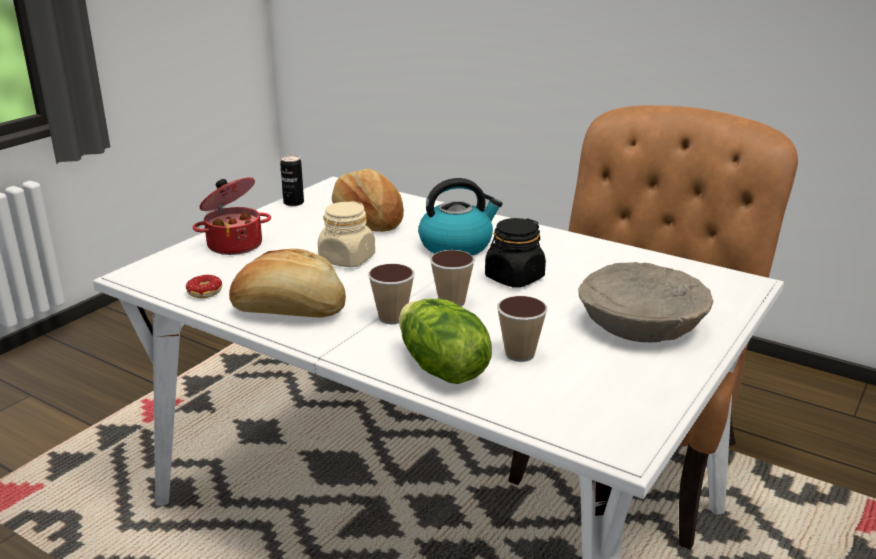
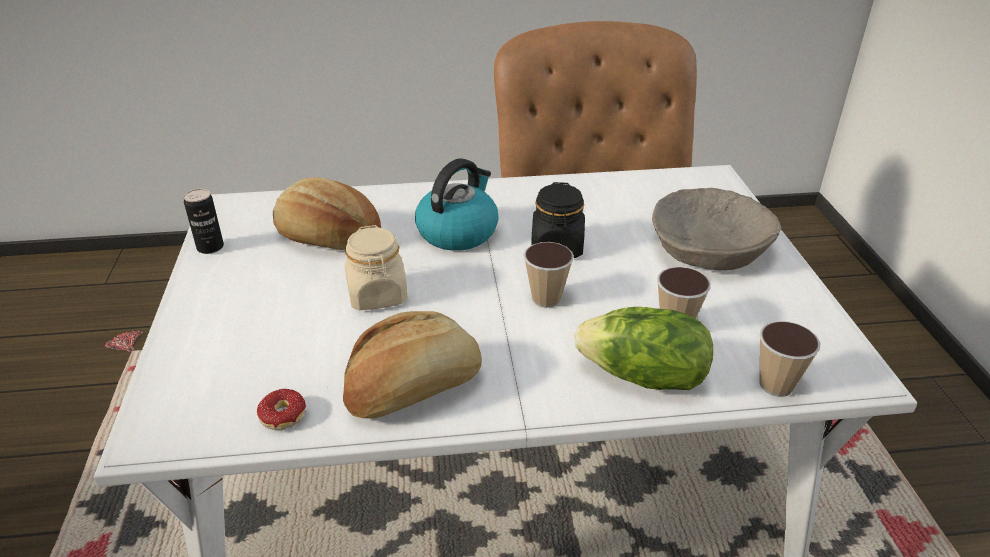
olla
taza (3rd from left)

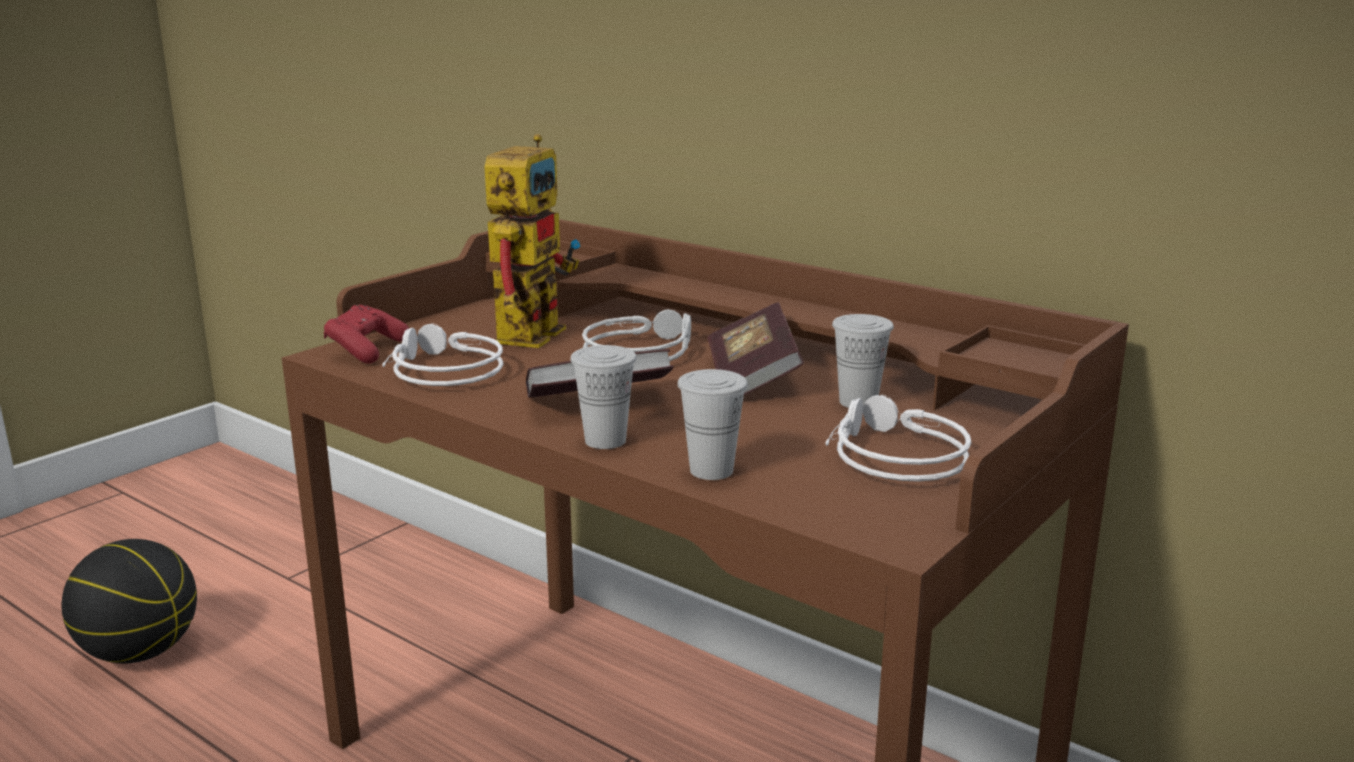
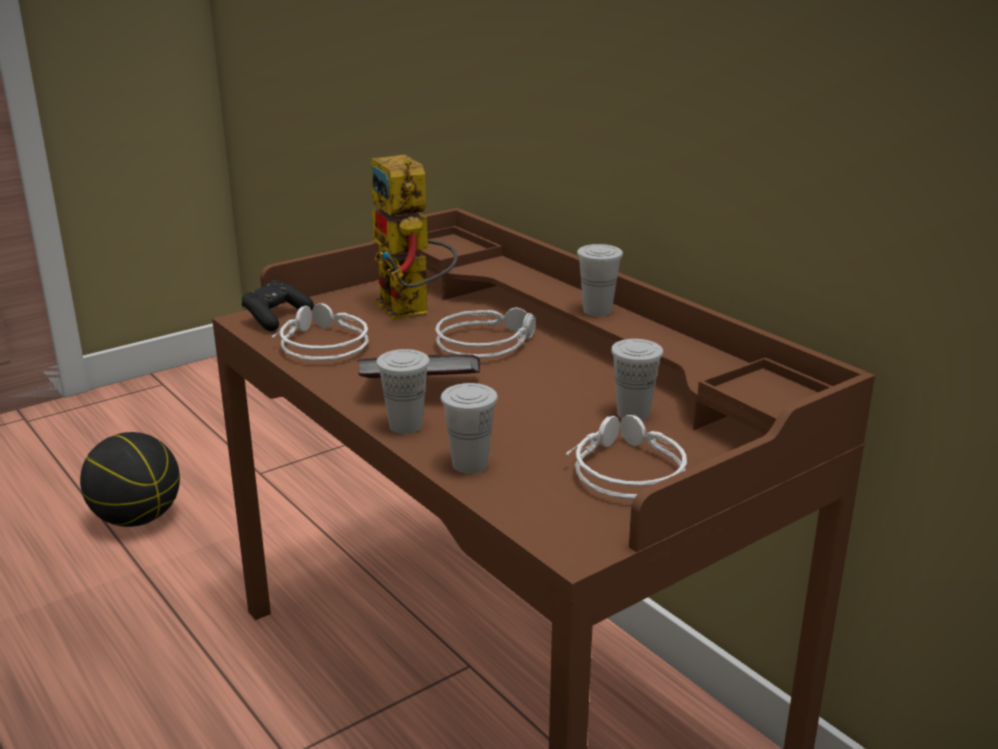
libro (2nd from left in the first image)
taza [blanco] (3rd from left)
mando de consola [negro]
robot de juguete

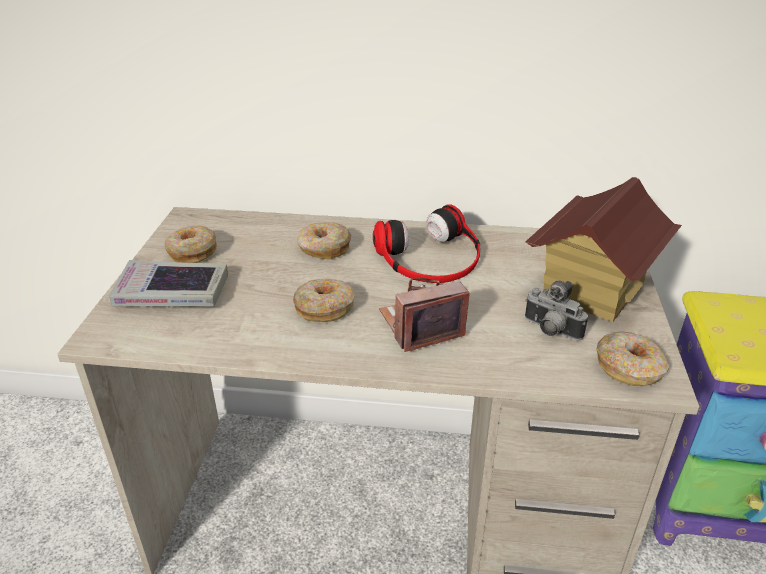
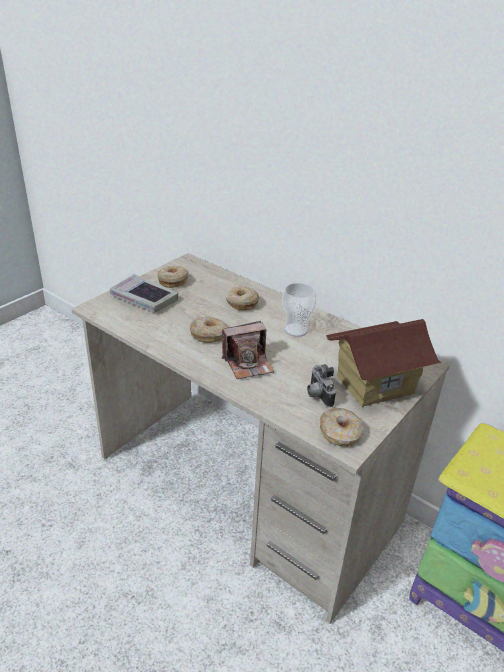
taza
cámara (1st from left)

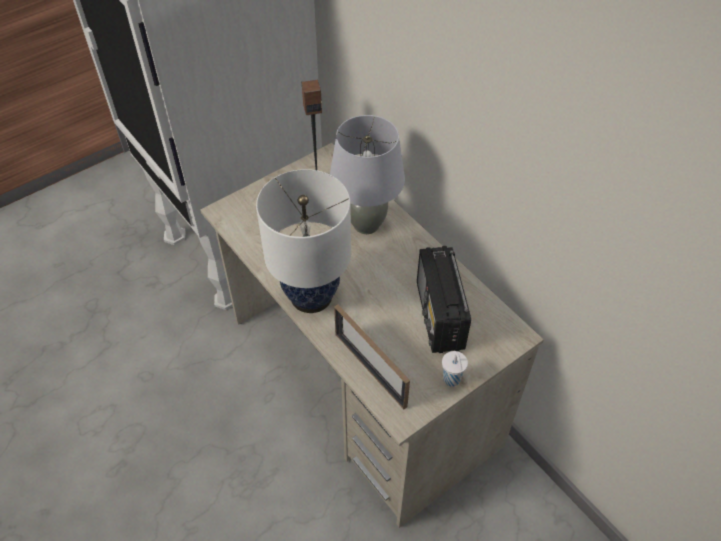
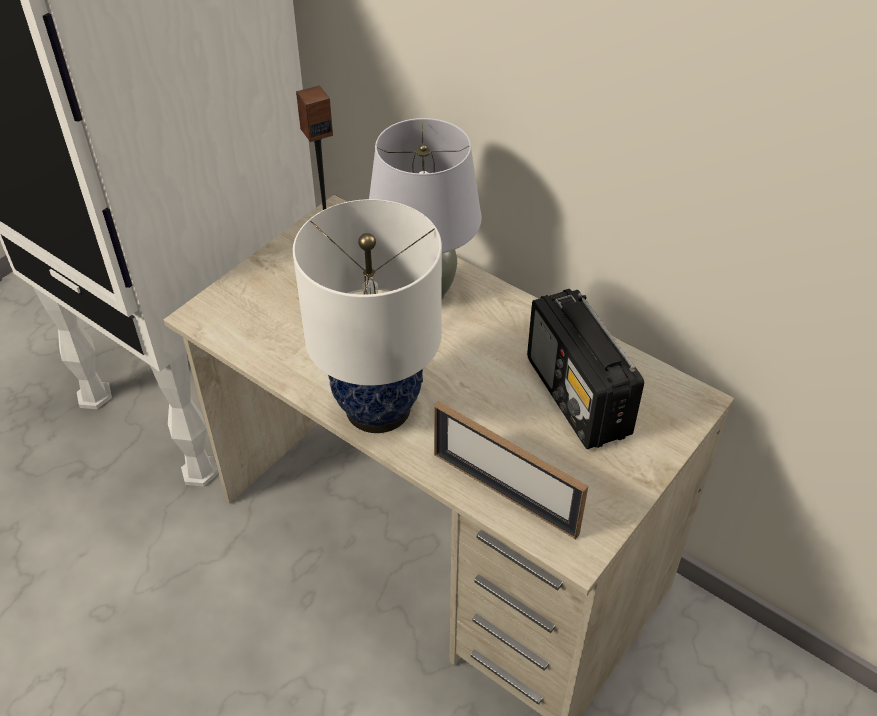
taza [blanco]

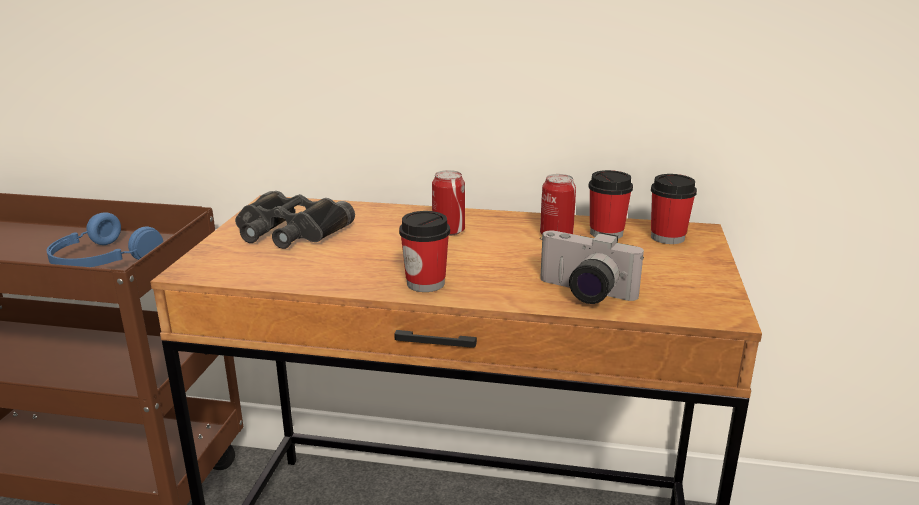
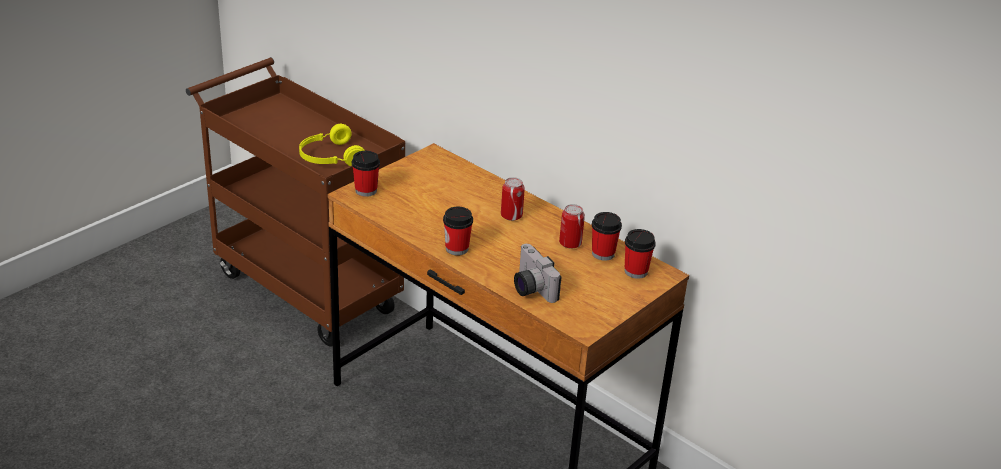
prismáticos [negro]
taza (1st from left)
auriculares [amarillo]

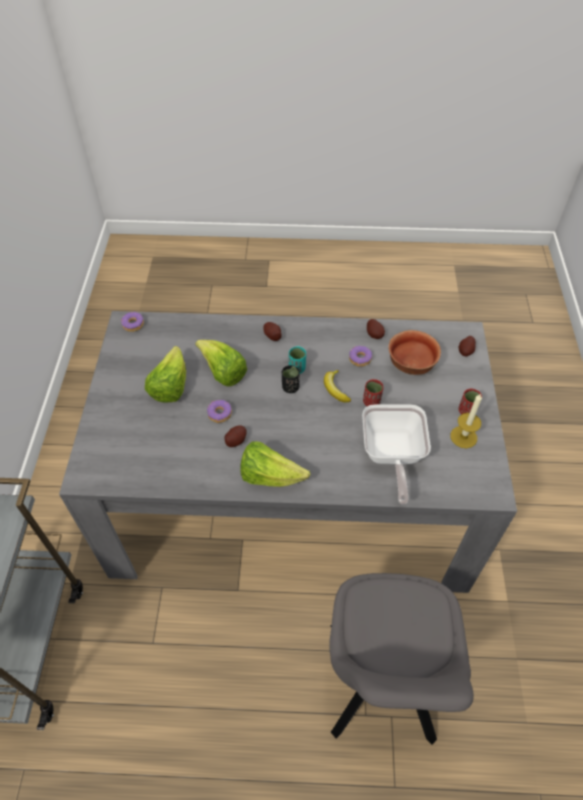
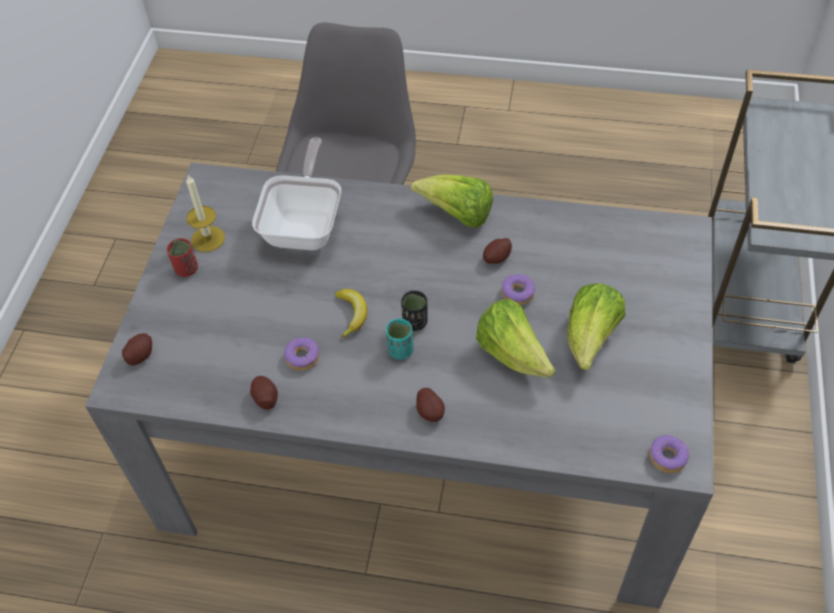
taza [rojo] (1st from left in the first image)
cuenco

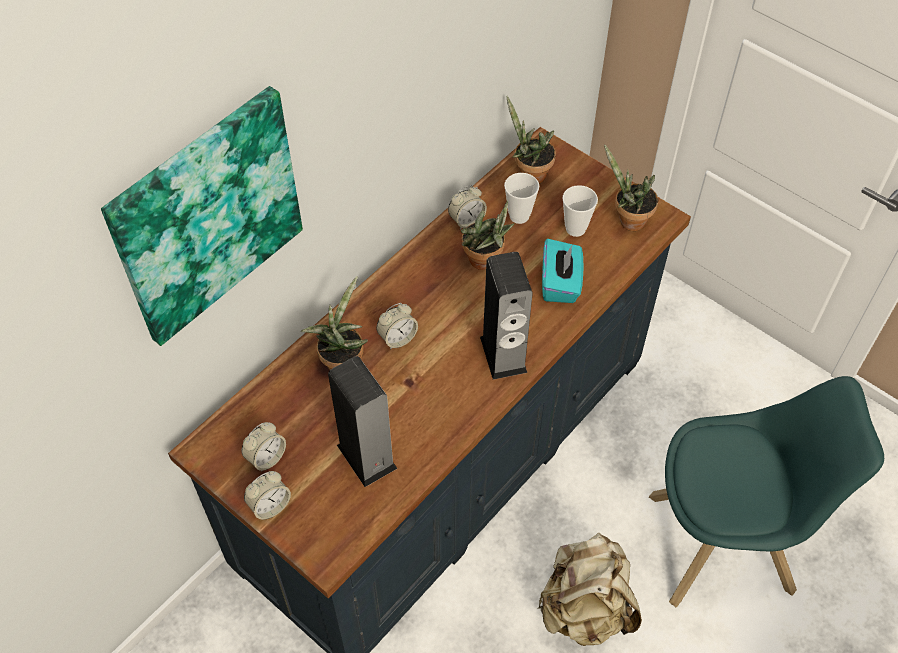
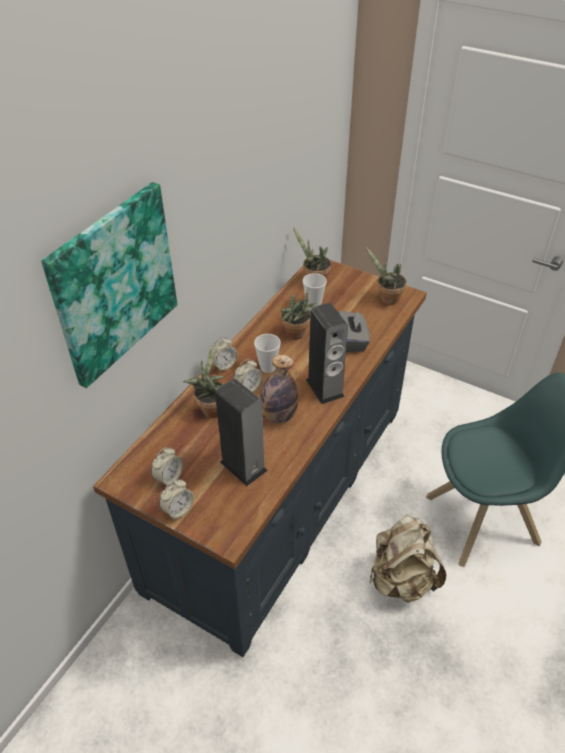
botella
despertador (3rd from left)
taza (1st from left)
caja de pañuelos [gris]

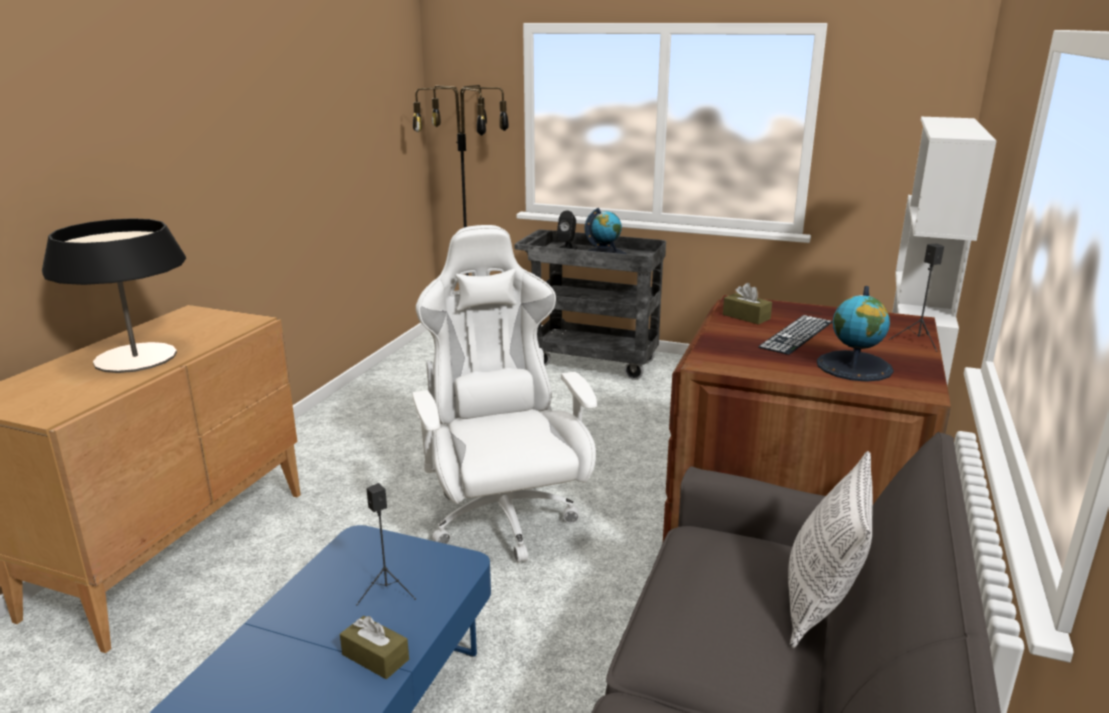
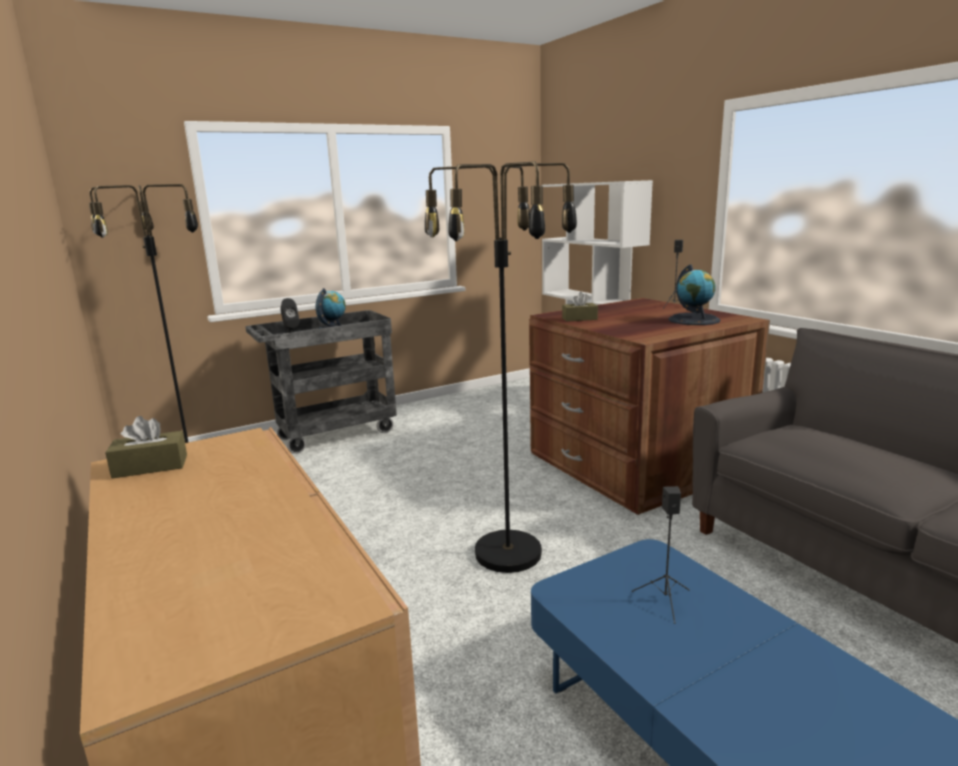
lámpara de mesa
teclado
cojín
caja de pañuelos [marrón] (1st from left)
lámpara de pie (2nd from left)

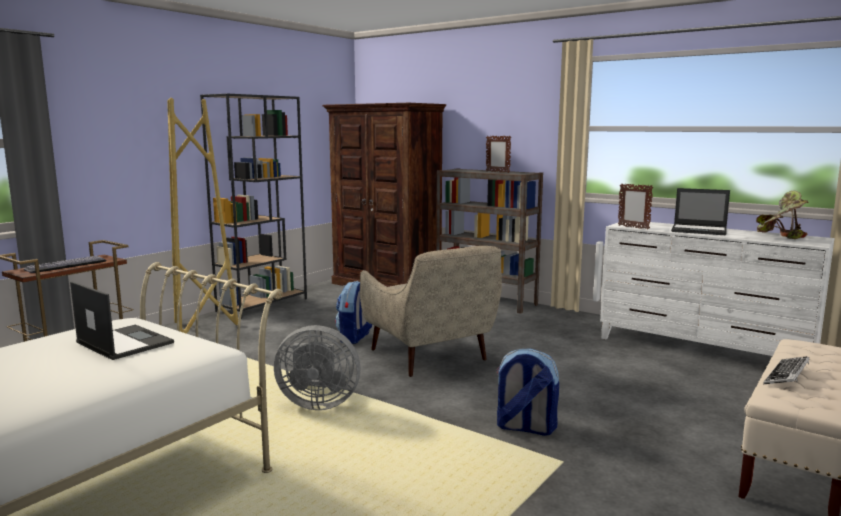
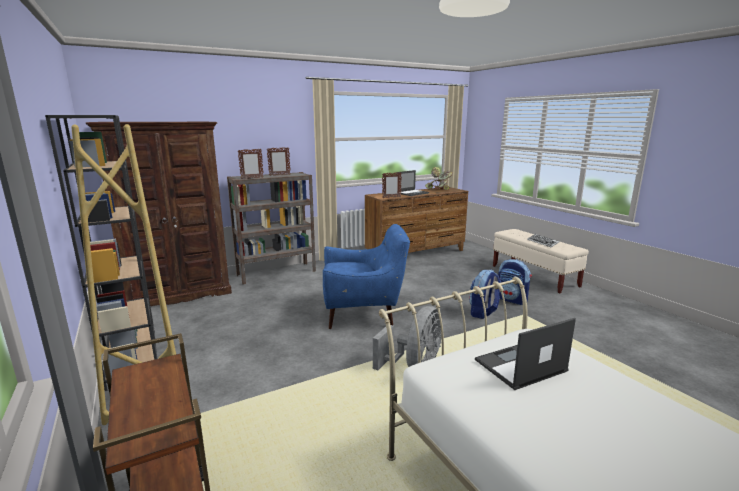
teclado (1st from left in the first image)
portarretratos (1st from left)
mochila (2nd from left)
sillón [azul]
cómoda [marrón]

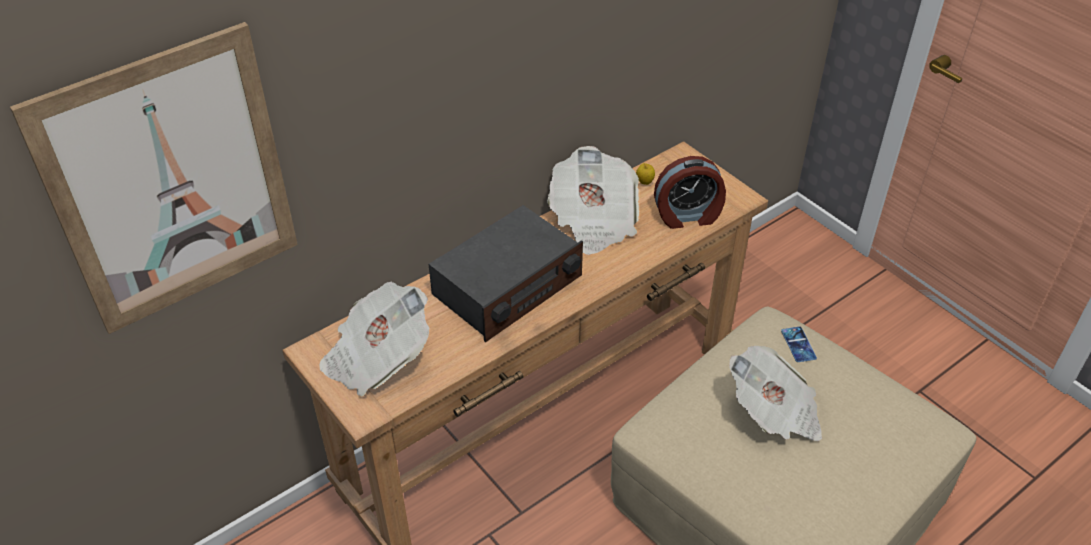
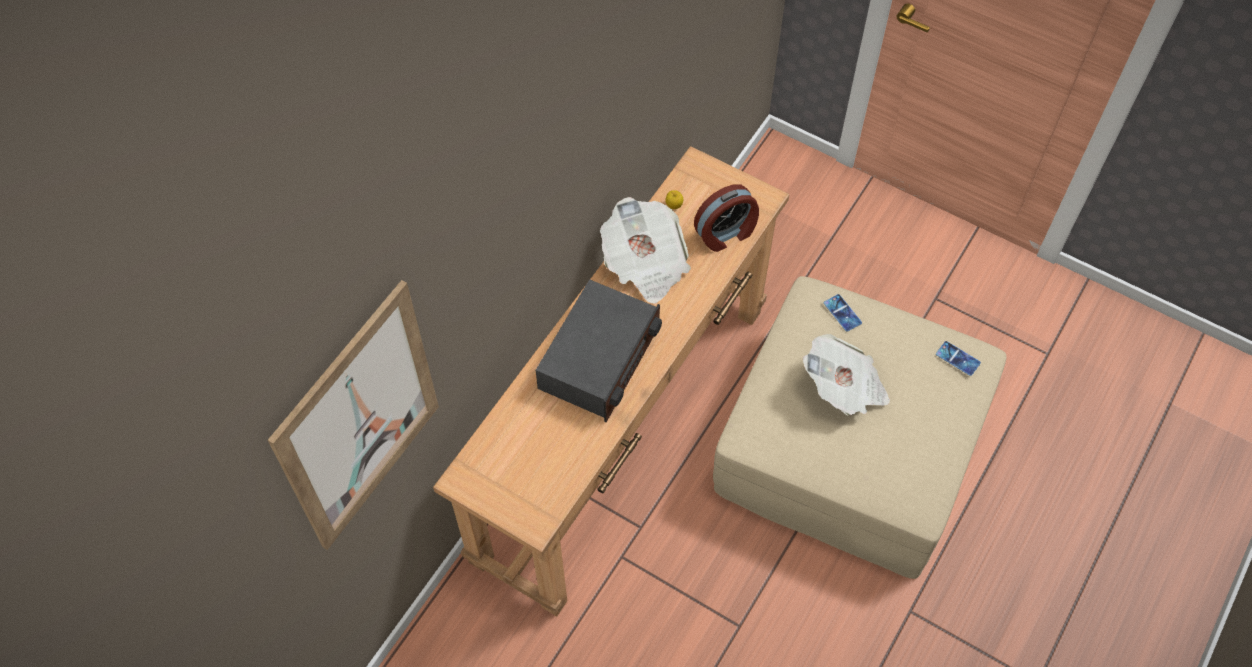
periódico (1st from left in the first image)
móvil (2nd from left)

